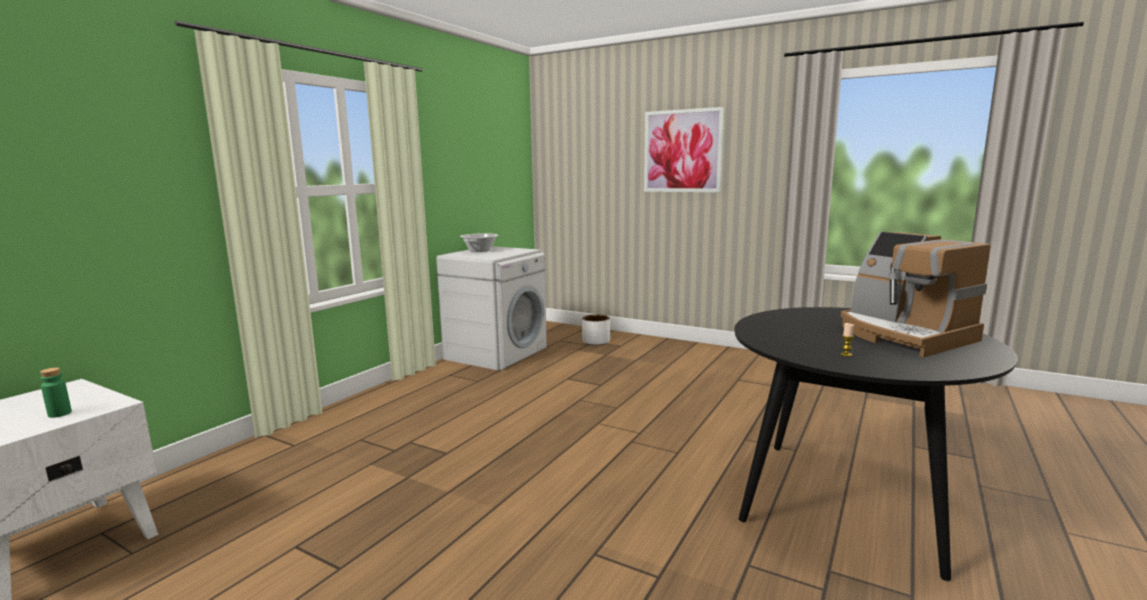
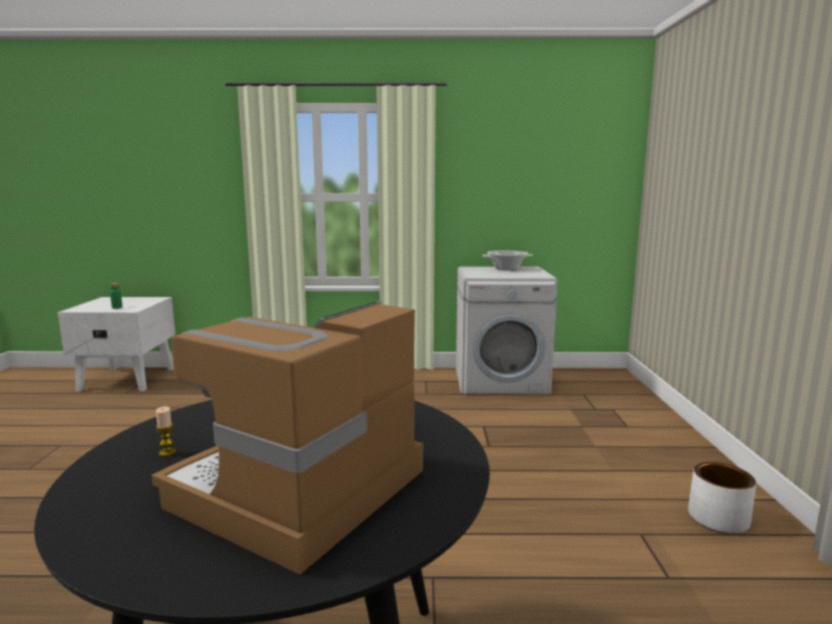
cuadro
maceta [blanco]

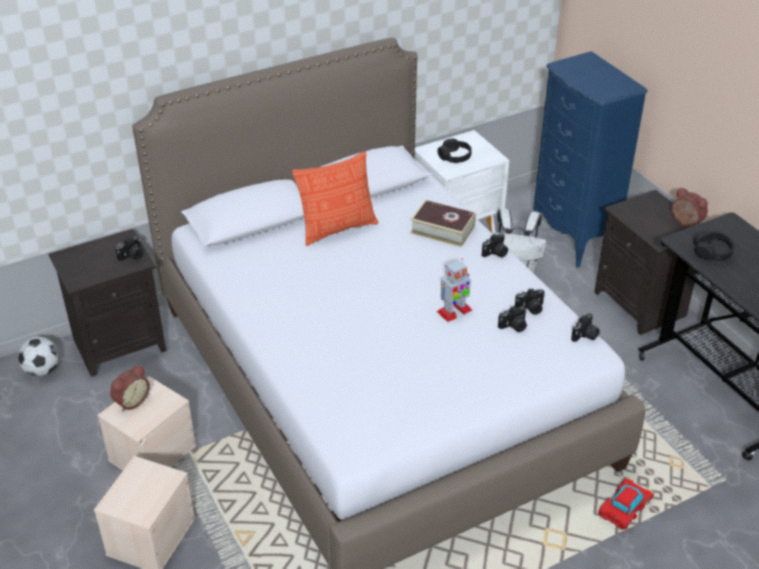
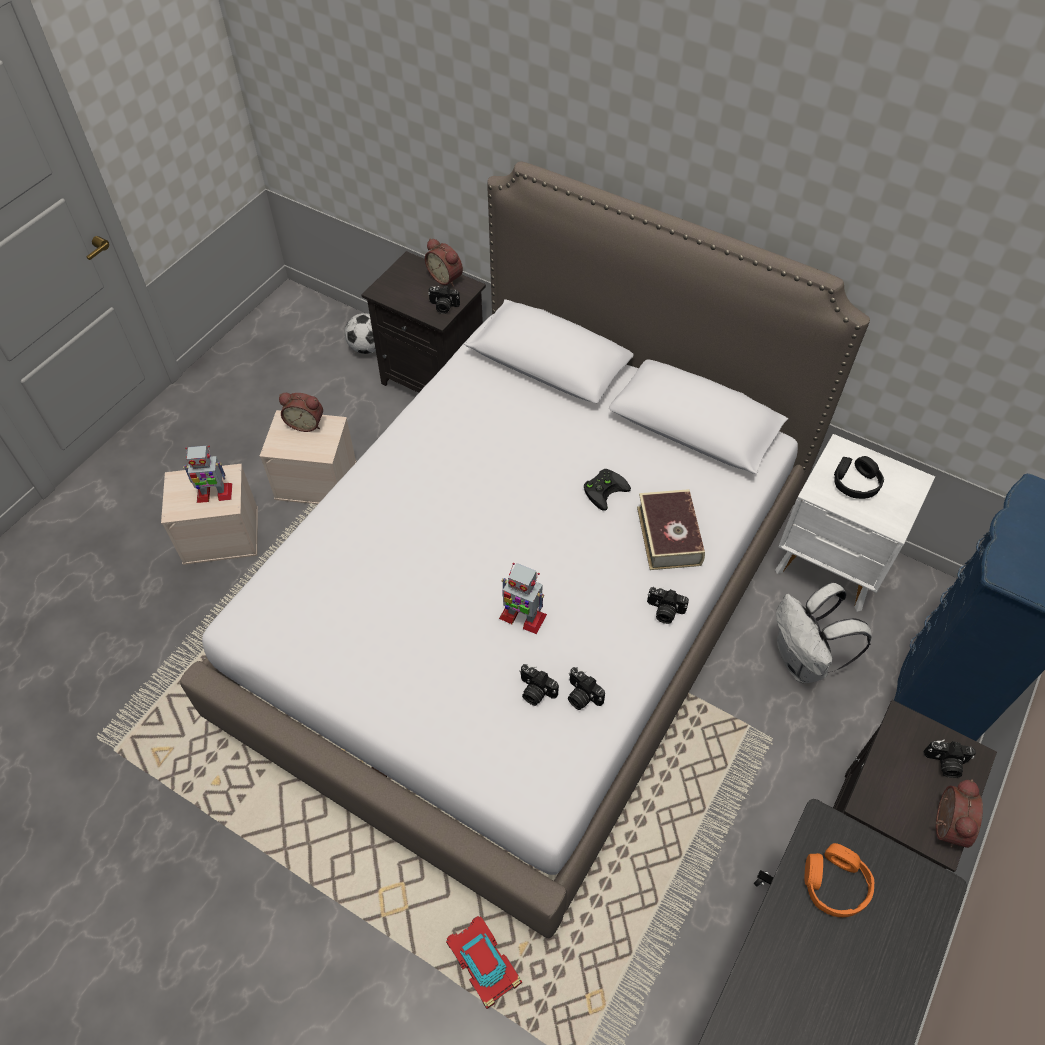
cojín [naranja]
robot de juguete (1st from left)
despertador (2nd from left)
mando de consola [negro]
cámara (5th from left)
auriculares [naranja]
coche de juguete

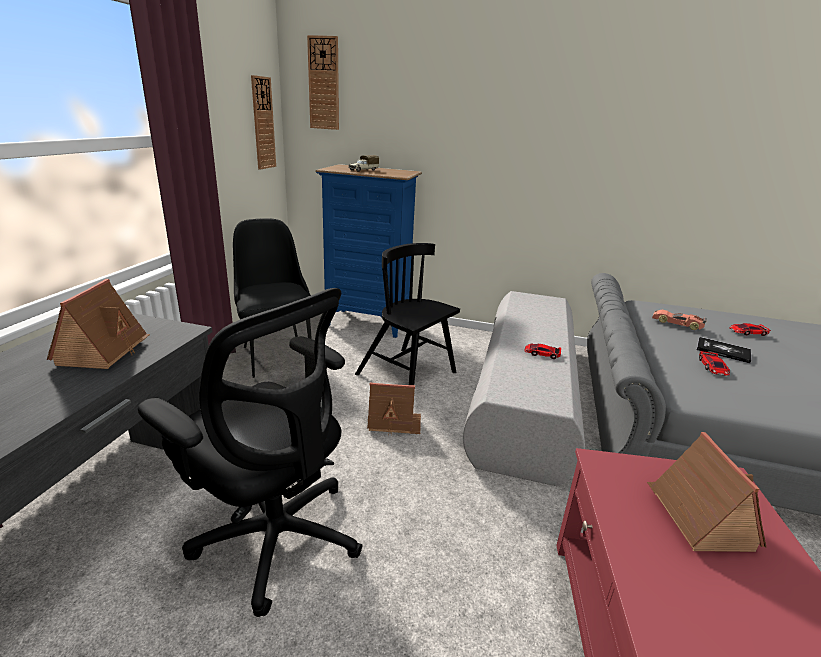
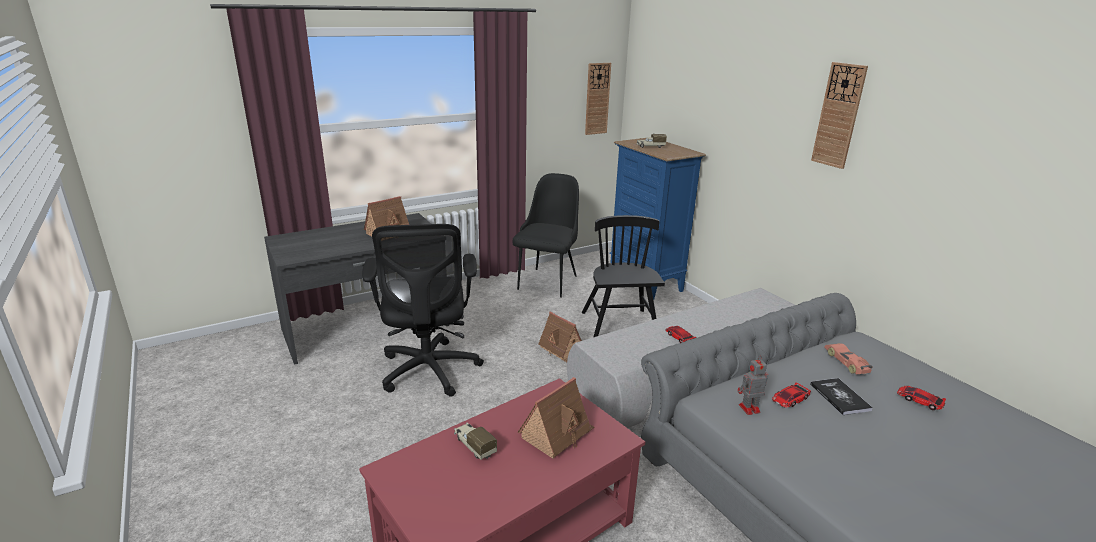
camión de juguete (1st from left)
robot de juguete
reloj de pared (2nd from left)

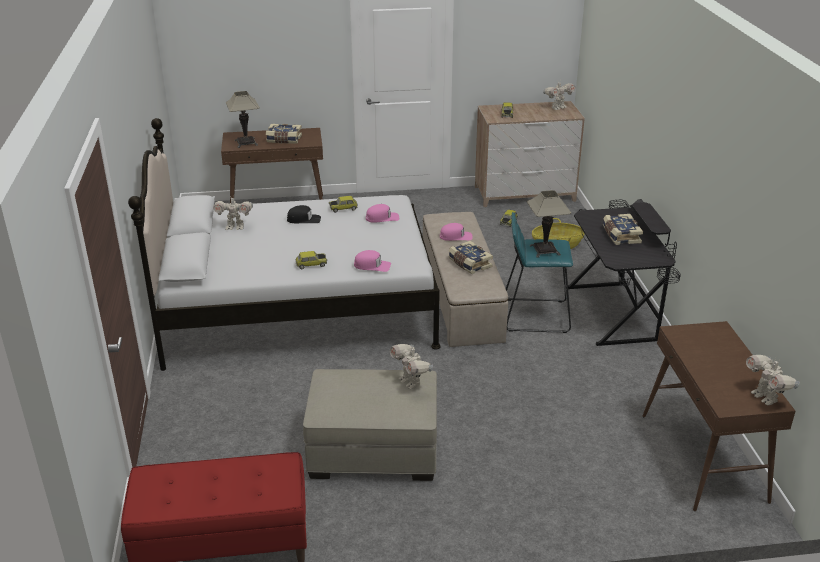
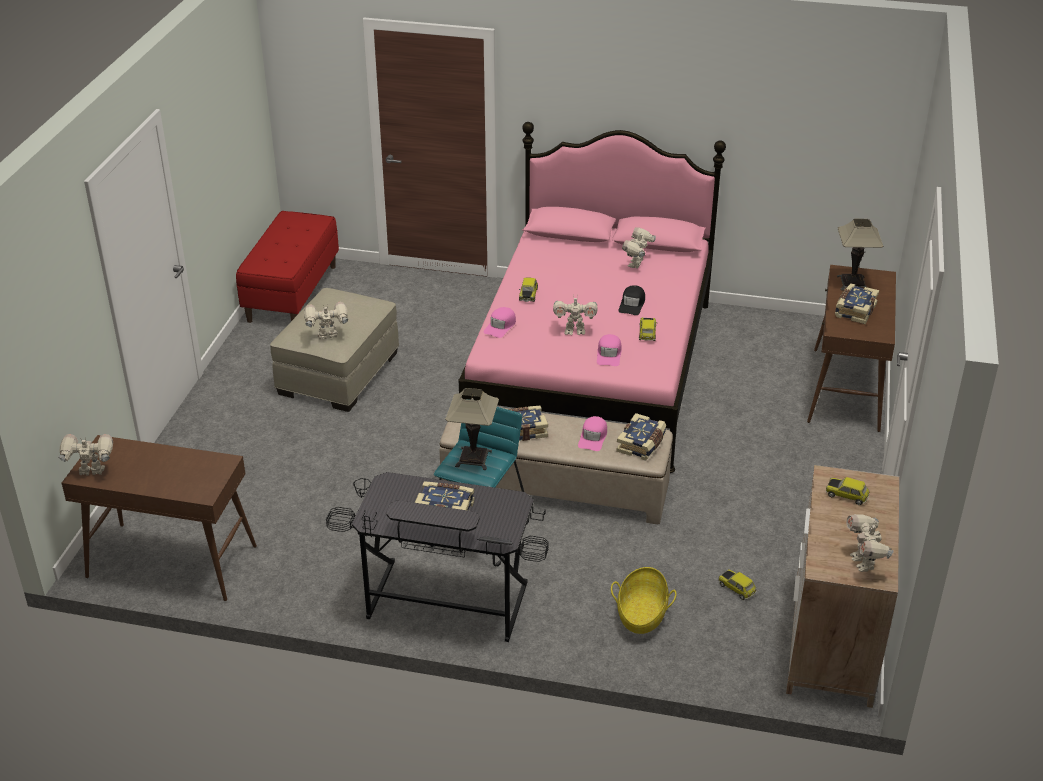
robot de juguete (3rd from left)
libro (3rd from left)
cama [rosa]

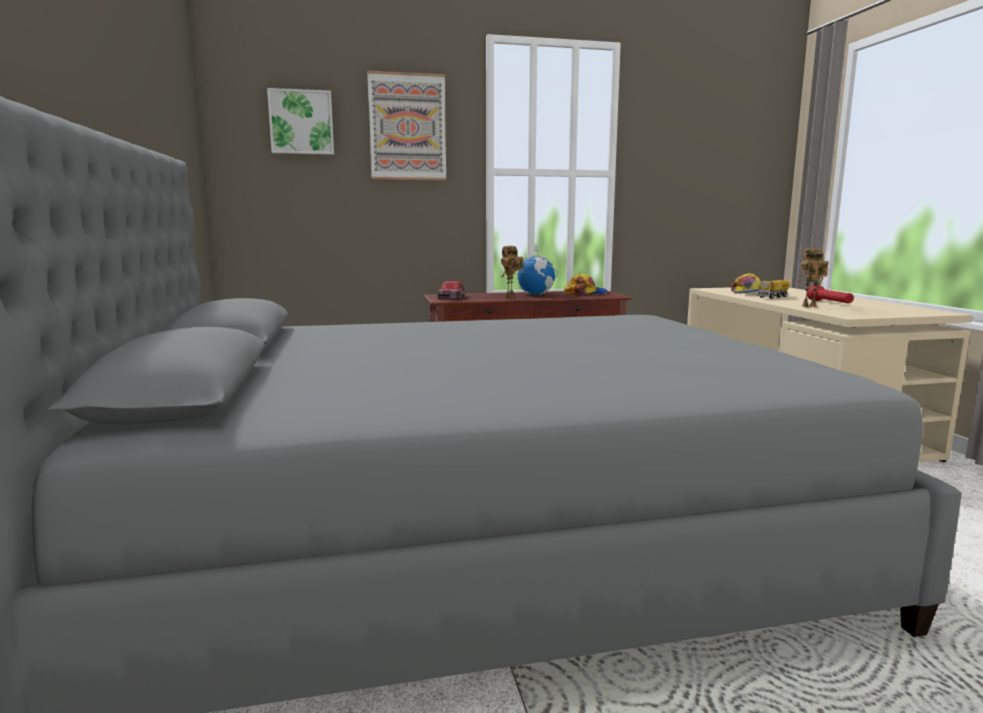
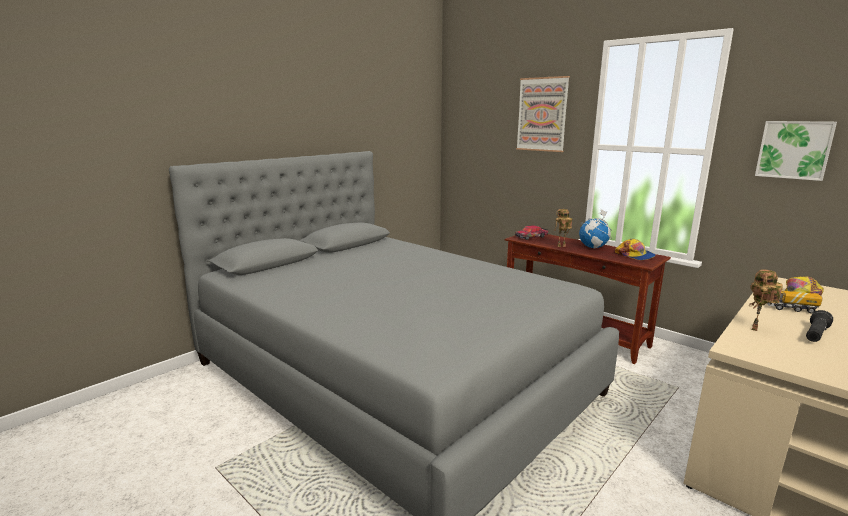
cuadro (2nd from left)
linterna [negro]
robot de juguete (2nd from left)

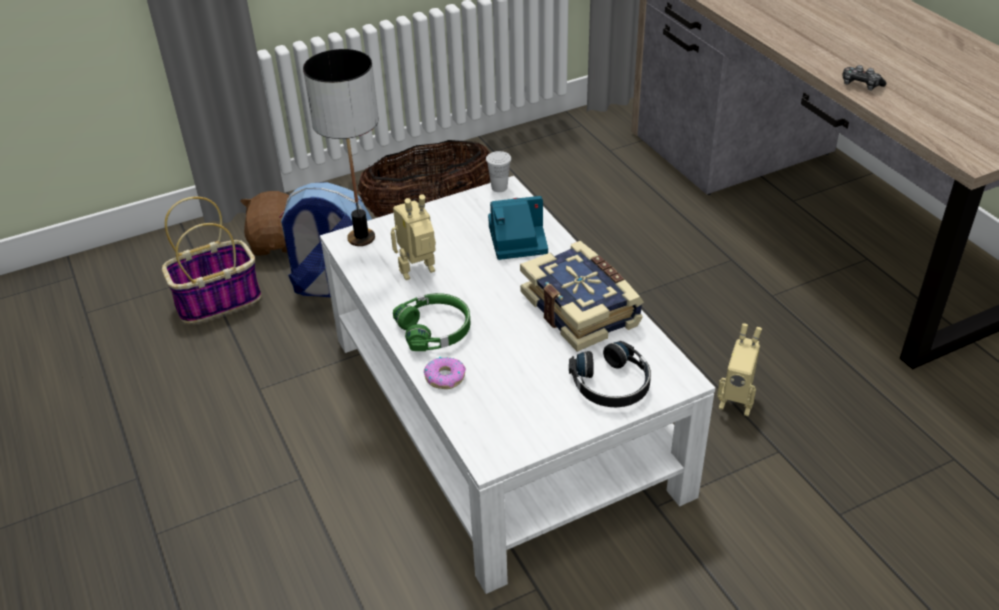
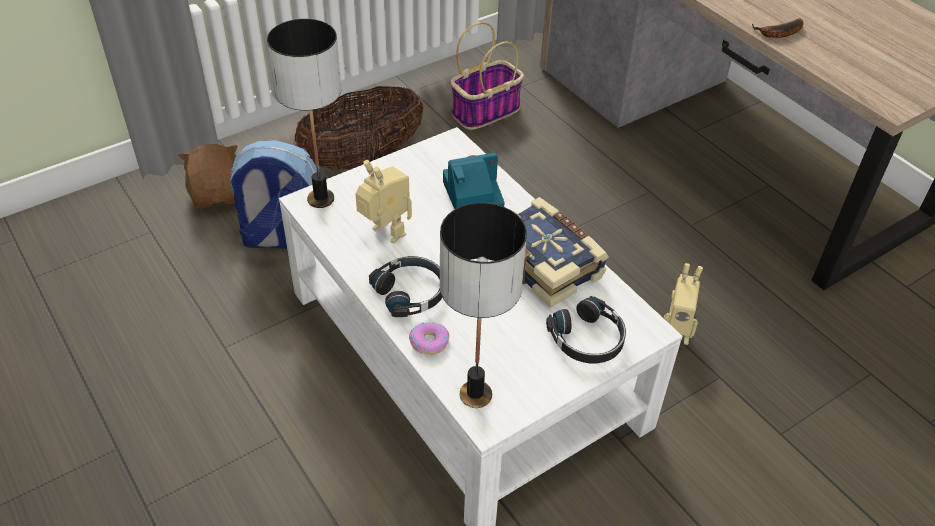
taza [blanco]
lámpara de mesa (2nd from left)
cesta (2nd from left)
plátano
auriculares [negro] (1st from left)
robot de juguete (1st from left)

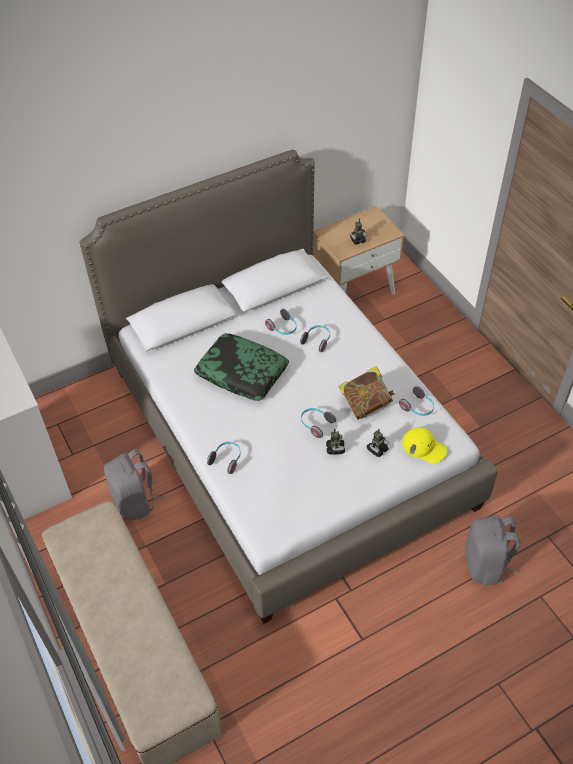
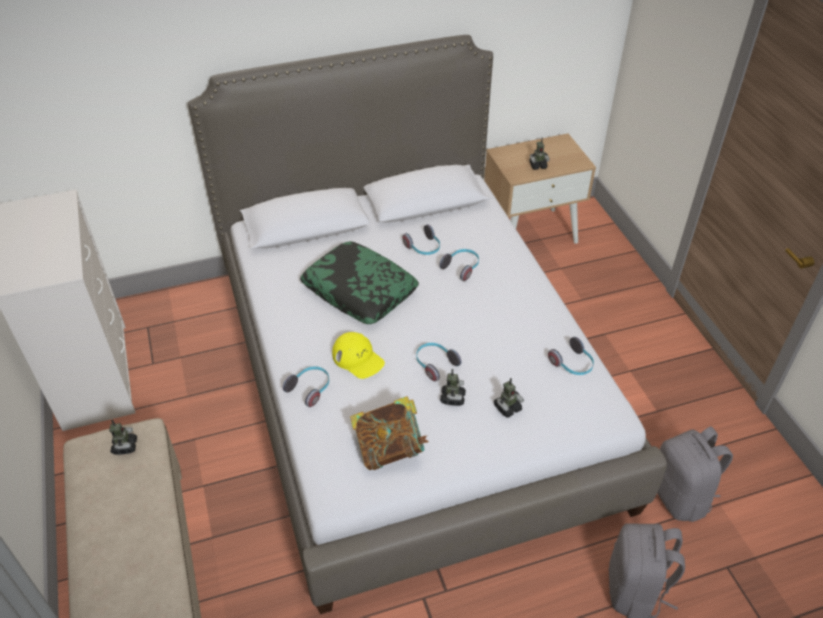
robot de juguete (1st from left)
mochila [gris] (2nd from left)
libro
gorra [amarillo]

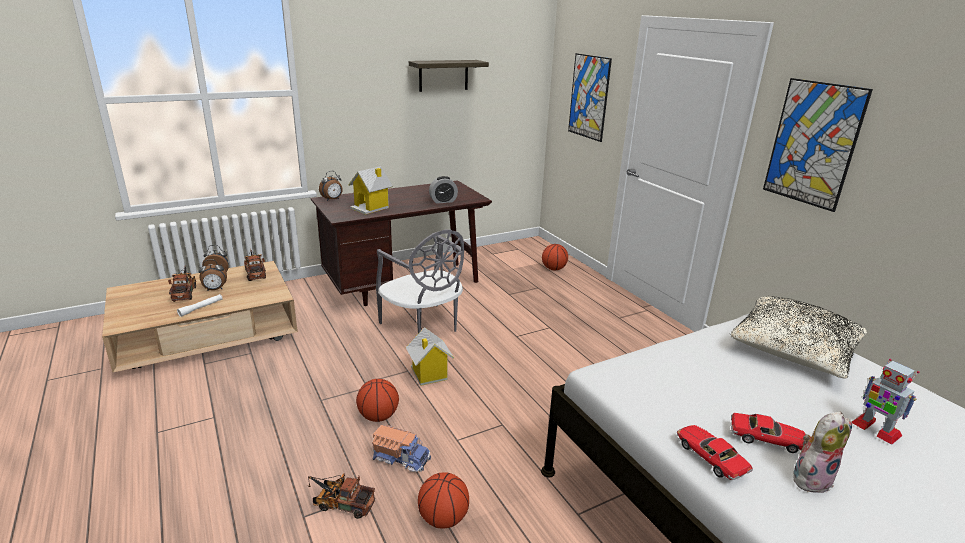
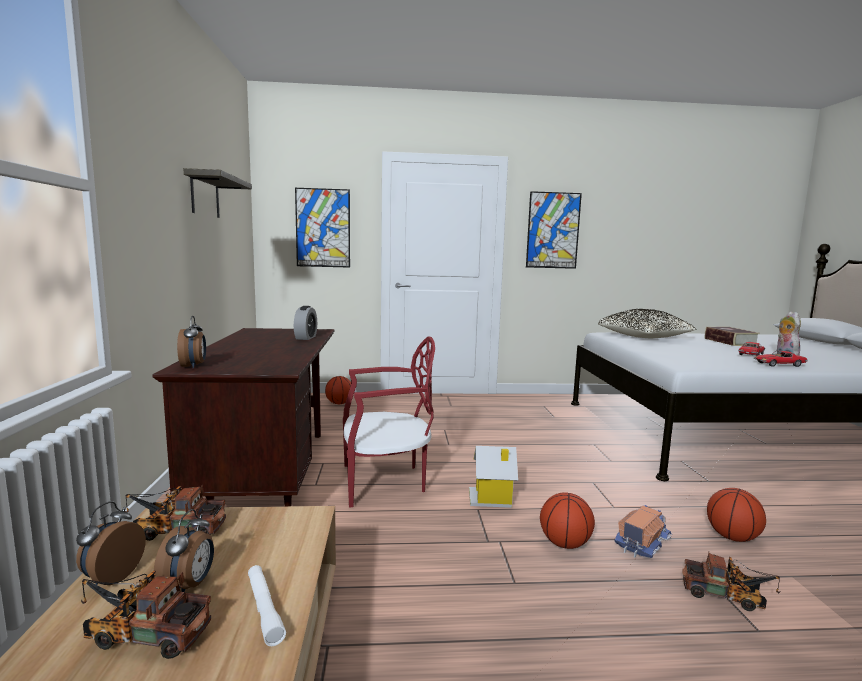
casita (1st from left in the first image)
libro
silla [rojo]
camión de juguete (4th from left)

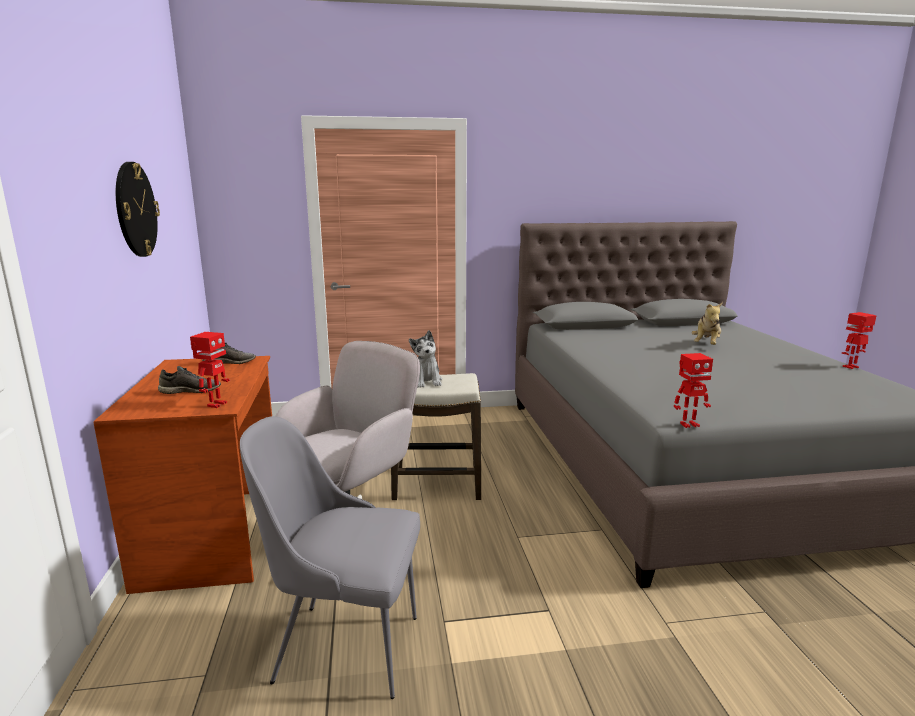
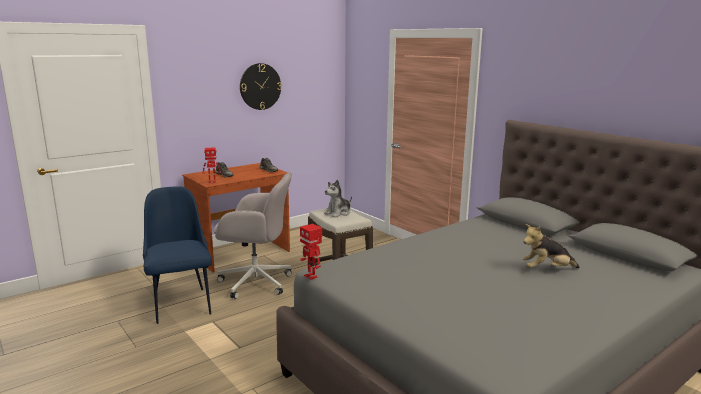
robot de juguete (3rd from left in the first image)
silla [azul]

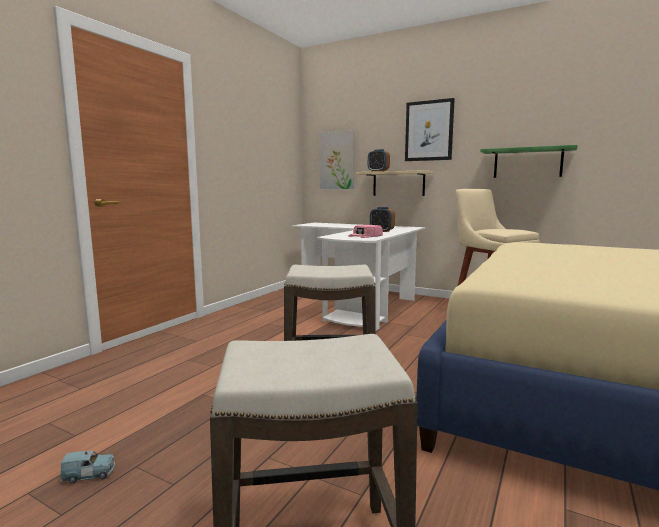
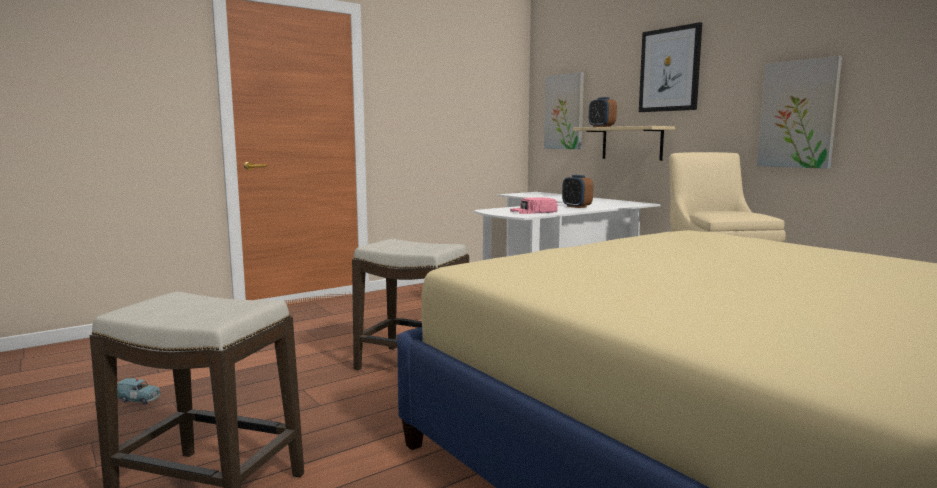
cuadro (3rd from left)

